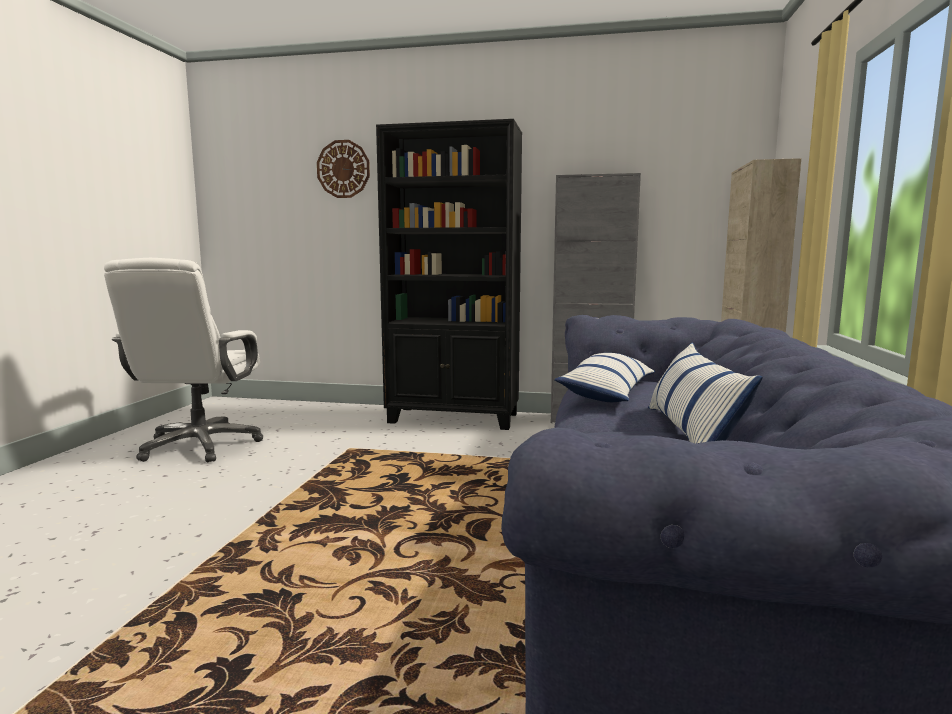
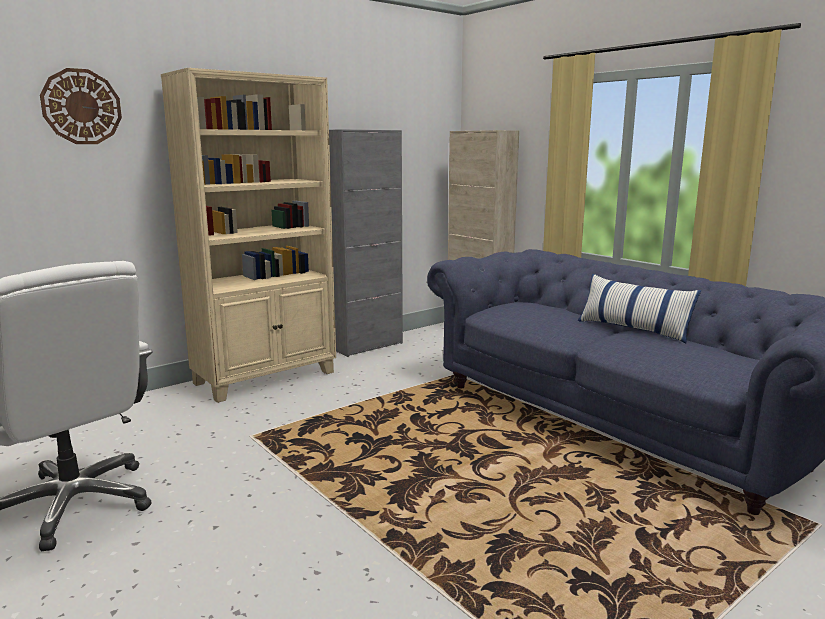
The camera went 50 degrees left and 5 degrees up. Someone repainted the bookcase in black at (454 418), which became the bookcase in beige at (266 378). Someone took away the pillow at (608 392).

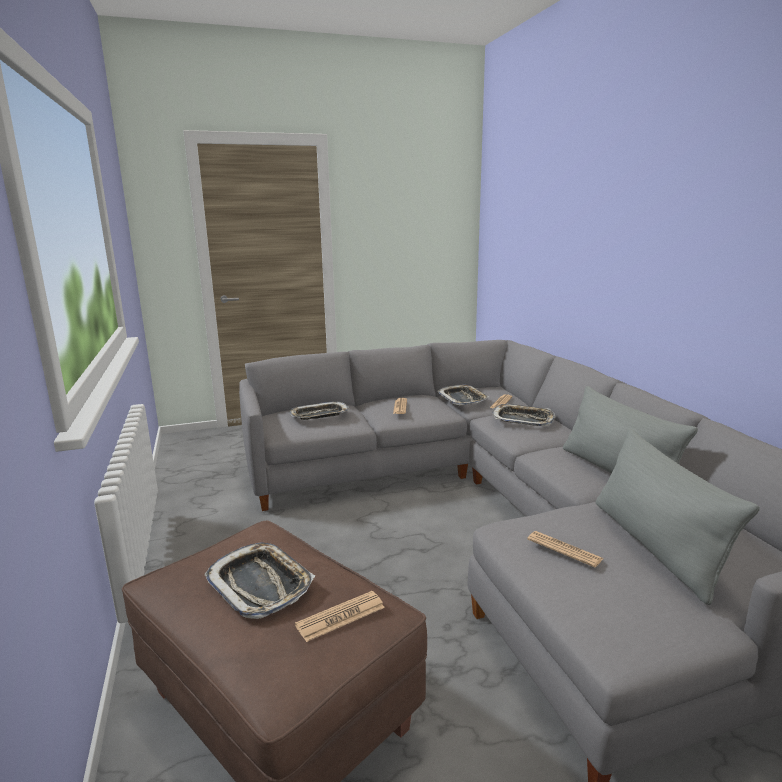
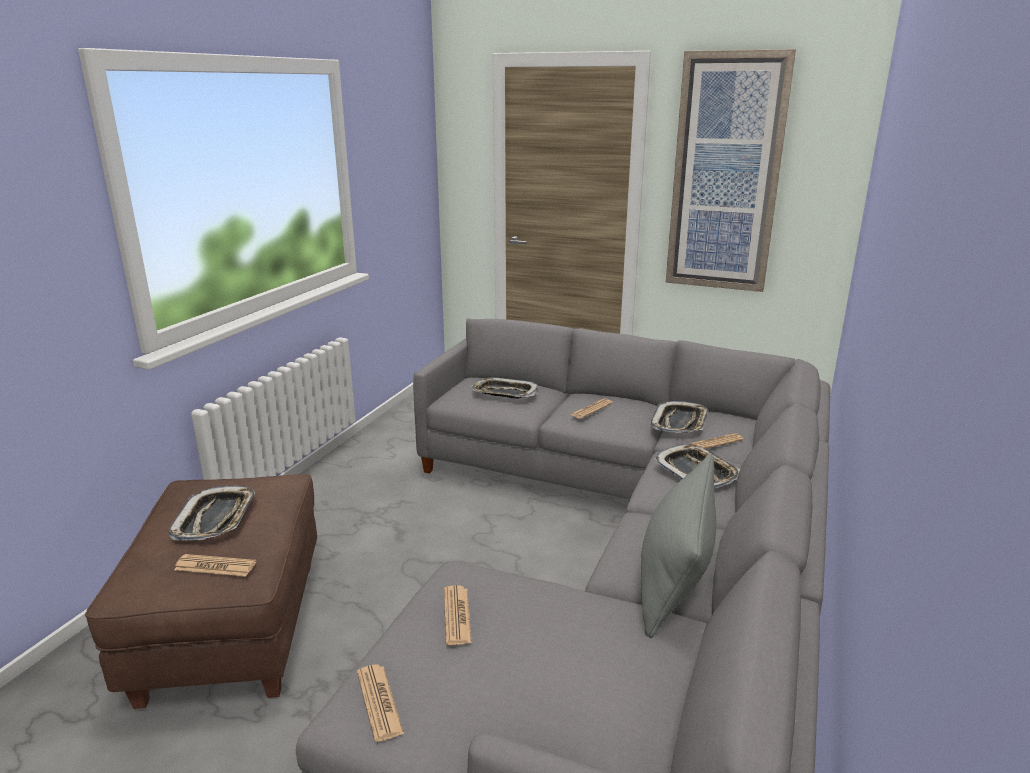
The camera went 40 degrees right and 5 degrees up. Someone took away the pillow in grey at (655 546). Someone put down the newspaper at (379 702). Someone put up the picture at (726 174).

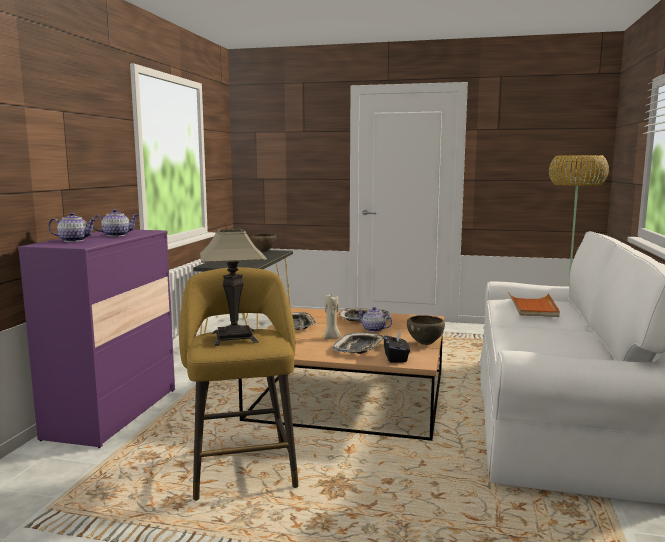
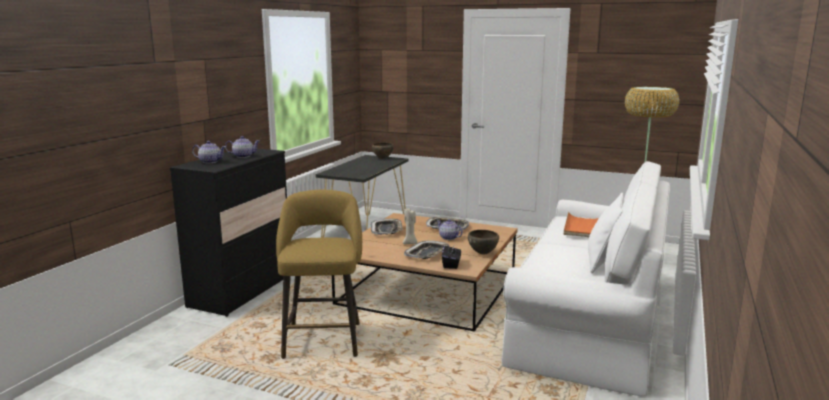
The camera went 10 degrees right and 5 degrees up. Someone repainted the dresser in purple at (113 413), which became the dresser in black at (241 291). Someone took away the table lamp at (234 337). Someone put down the pillow in white at (603 262).

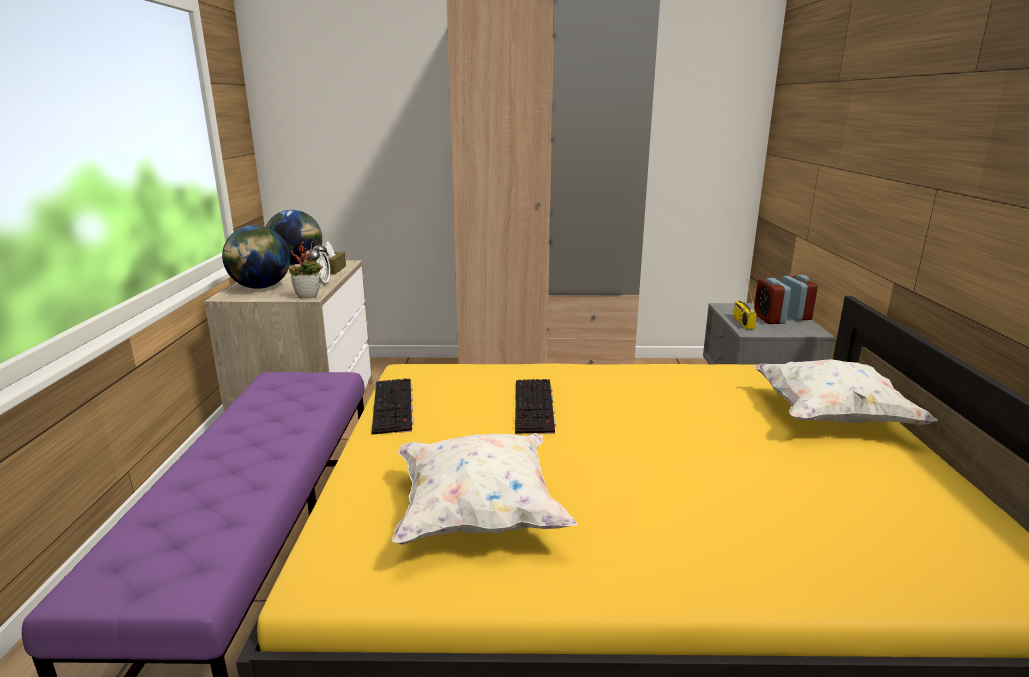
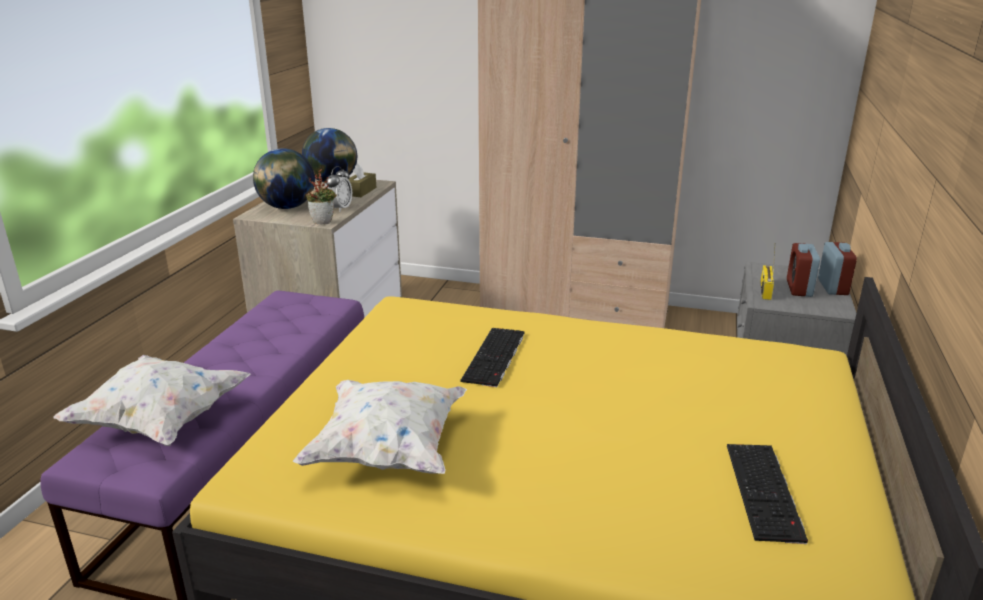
The camera went 15 degrees right and 5 degrees up. Someone carried the keyboard from (394 406) to (766 492). Someone carried the pillow in white from (831 417) to (160 422).

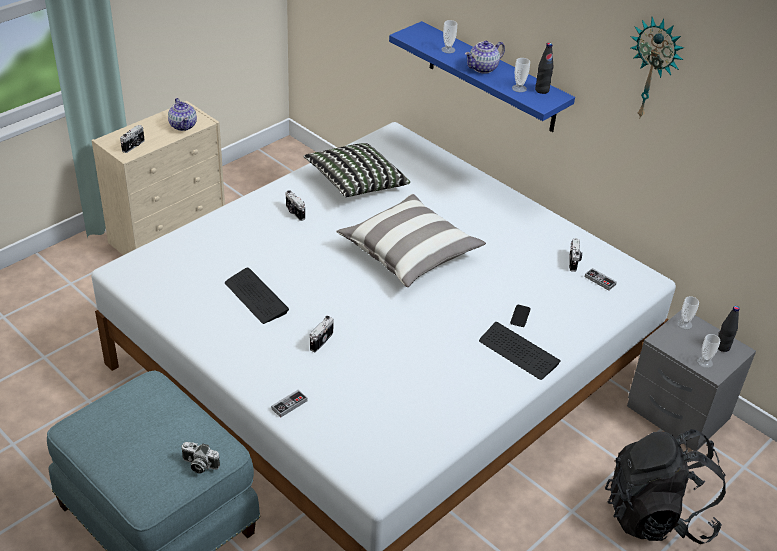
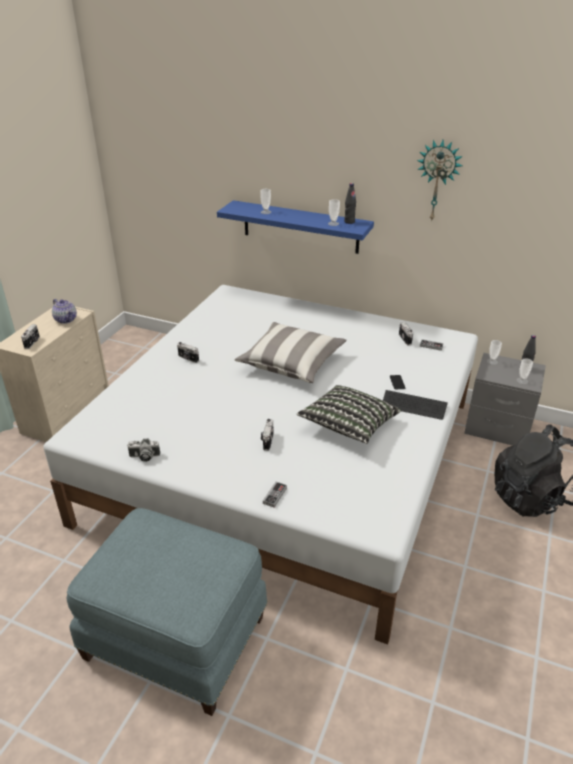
The camera went 20 degrees left and 5 degrees down. Someone carried the photo camera from (199 465) to (144 457). Someone took away the keyboard at (256 297). Someone carried the pillow from (356 183) to (348 426). Someone took away the teapot at (483 68).

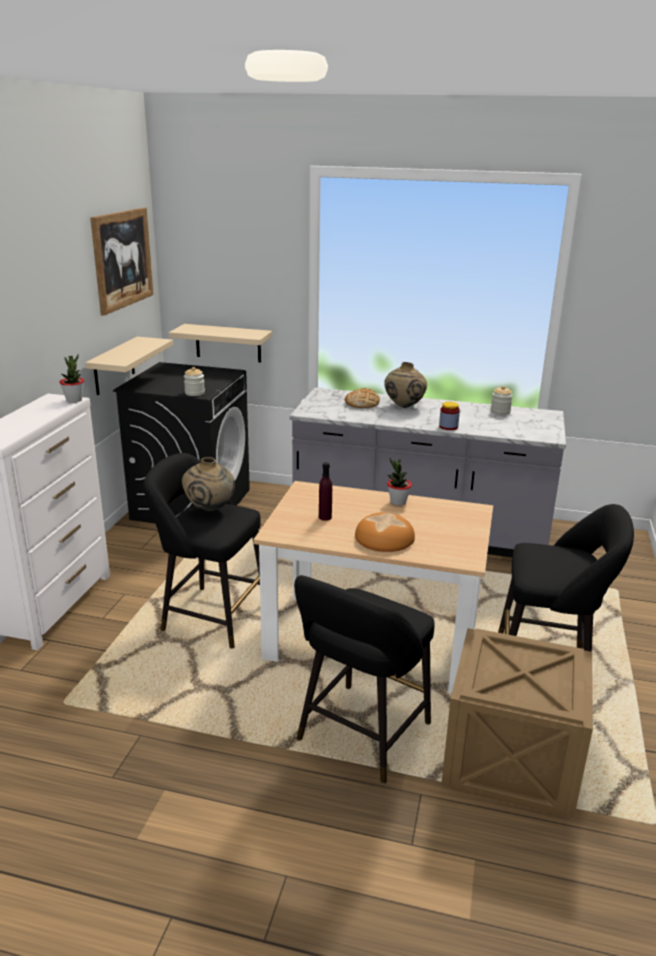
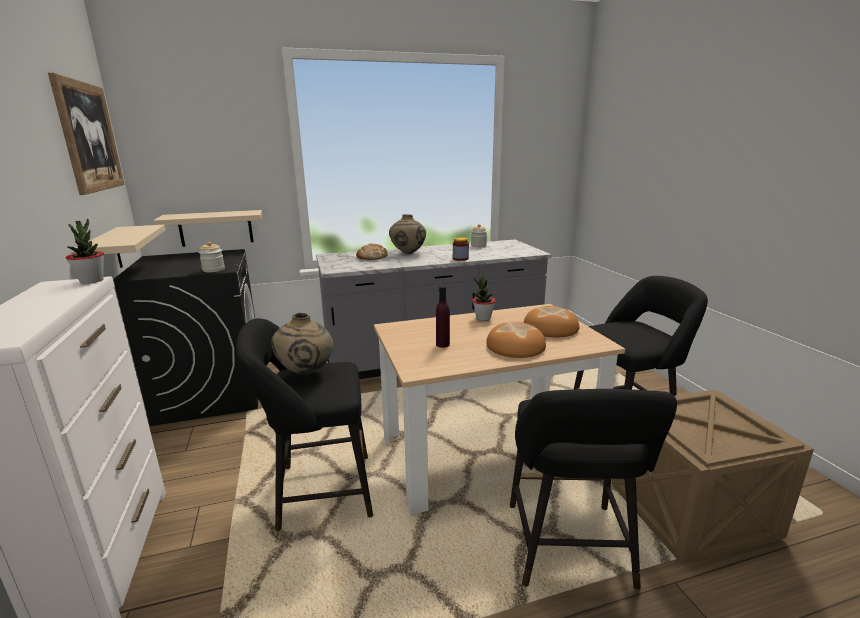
The camera went 30 degrees left and 5 degrees down. Someone put down the bread at (550 328).

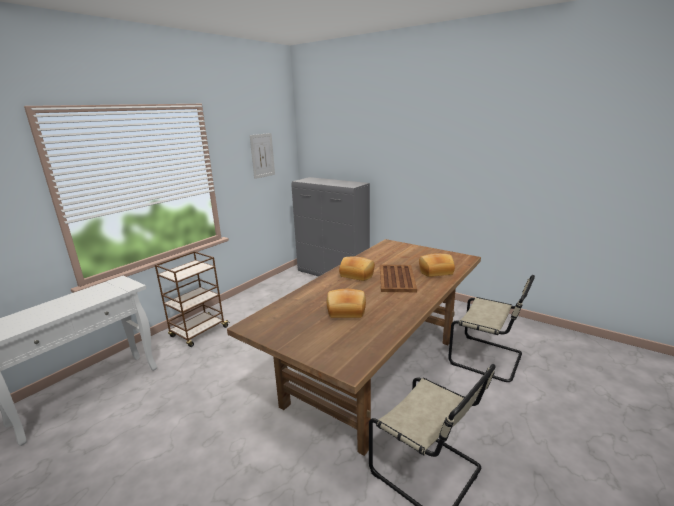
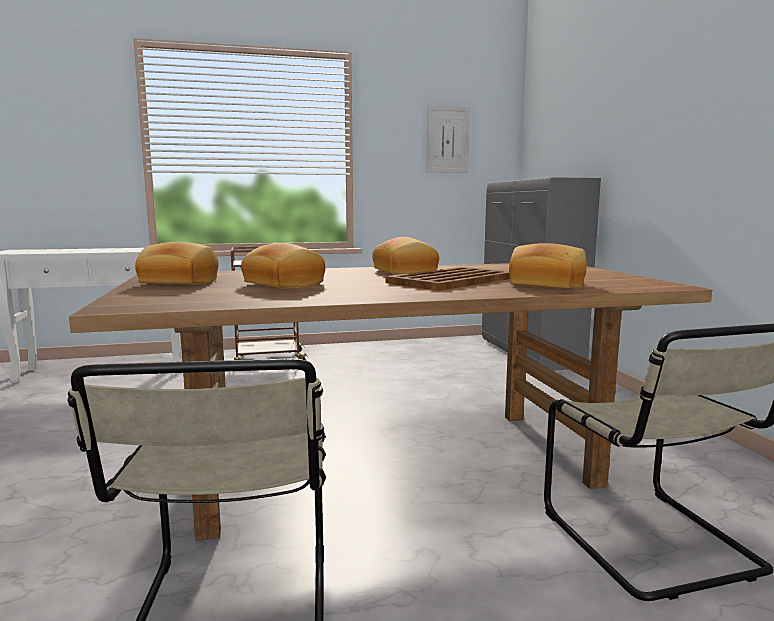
The camera went 40 degrees right and 10 degrees down. Someone put down the bread at (178 282).

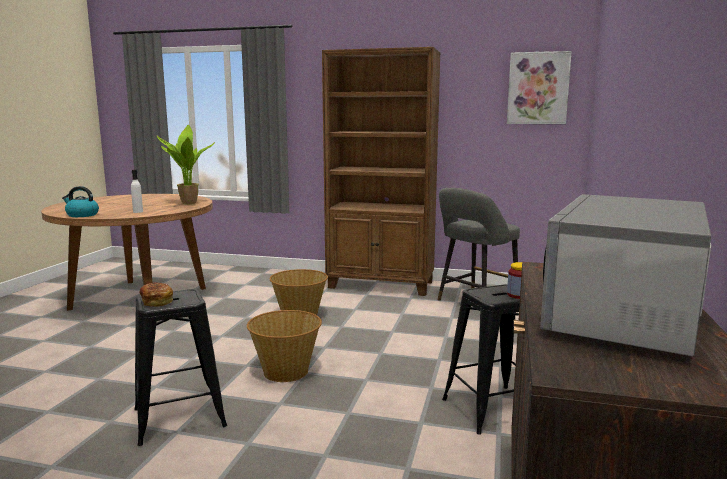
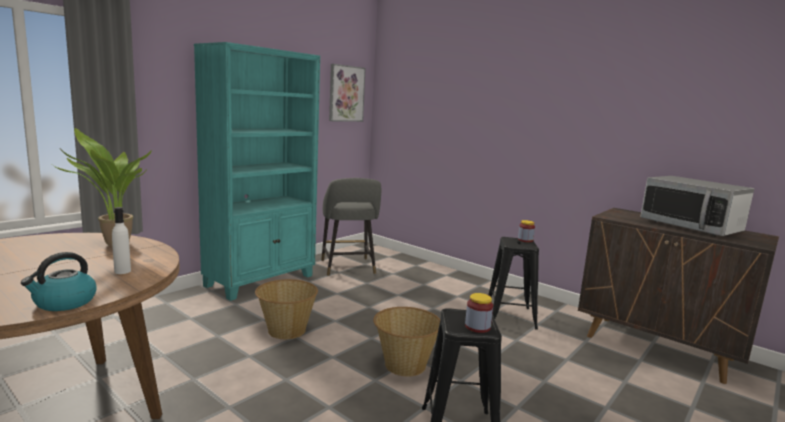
The camera went 65 degrees left and 0 degrees up. Someone swapped the bread at (157 302) for the jar at (477 327). Someone repainted the bookcase in brown at (381 285), which became the bookcase in turquoise at (261 281).

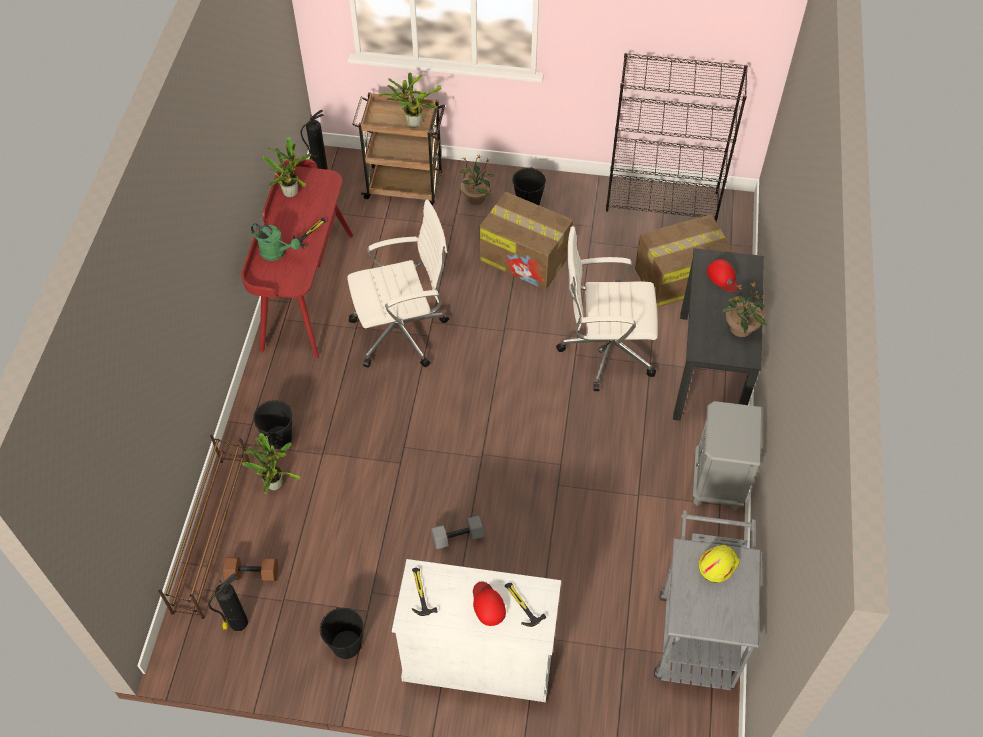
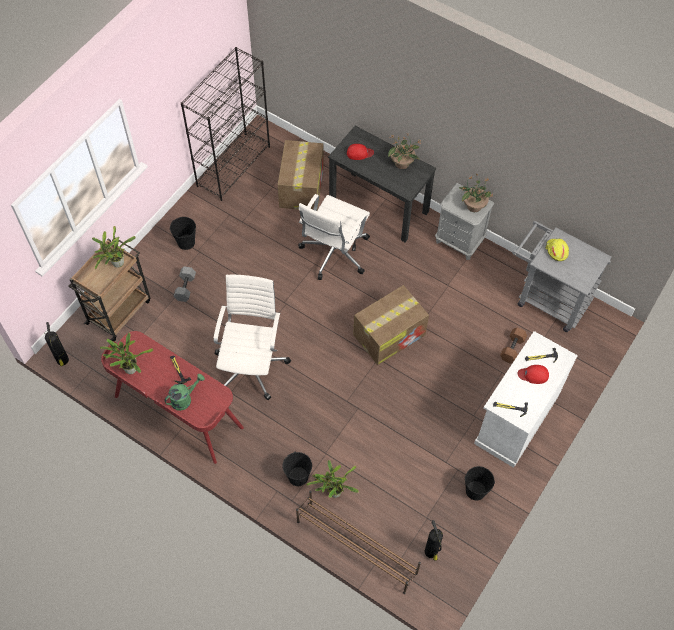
The camera went 65 degrees left and 5 degrees up. Someone carried the dumbbell in brown from (252 574) to (512 349). Someone carried the dumbbell in grey from (458 536) to (185 287). Someone carried the potted plant from (476 197) to (473 206). Someone carried the cardboard box from (526 258) to (390 334).

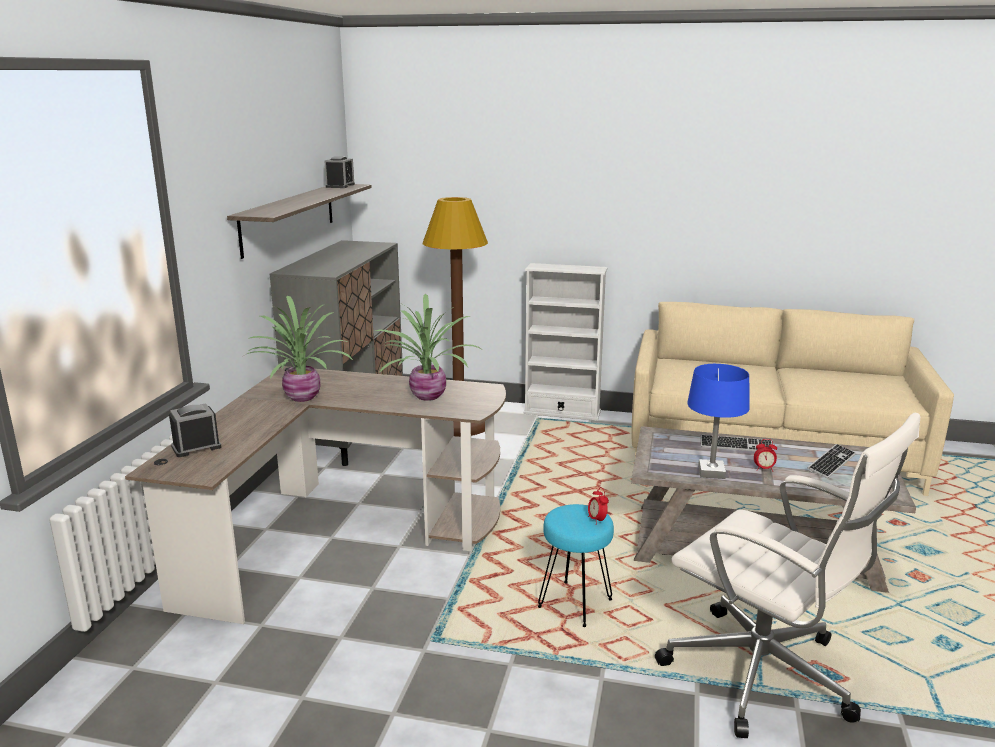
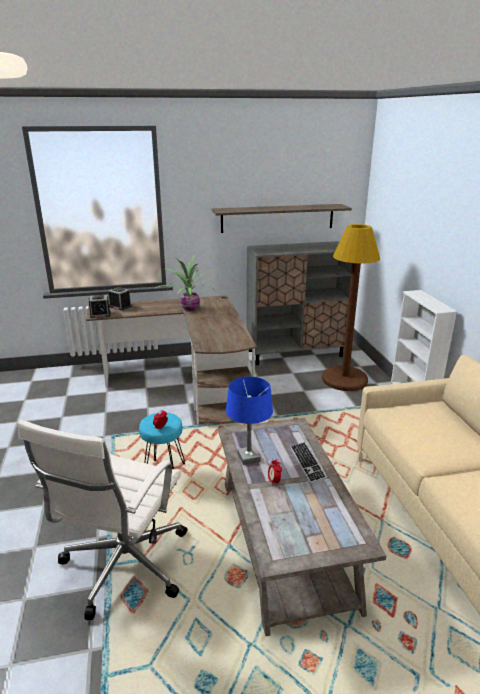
The camera went 65 degrees right and 5 degrees up. Someone carried the alarm clock from (340 186) to (100 314). Someone took away the potted plant at (426 396). Someone took away the keyboard at (831 463).

